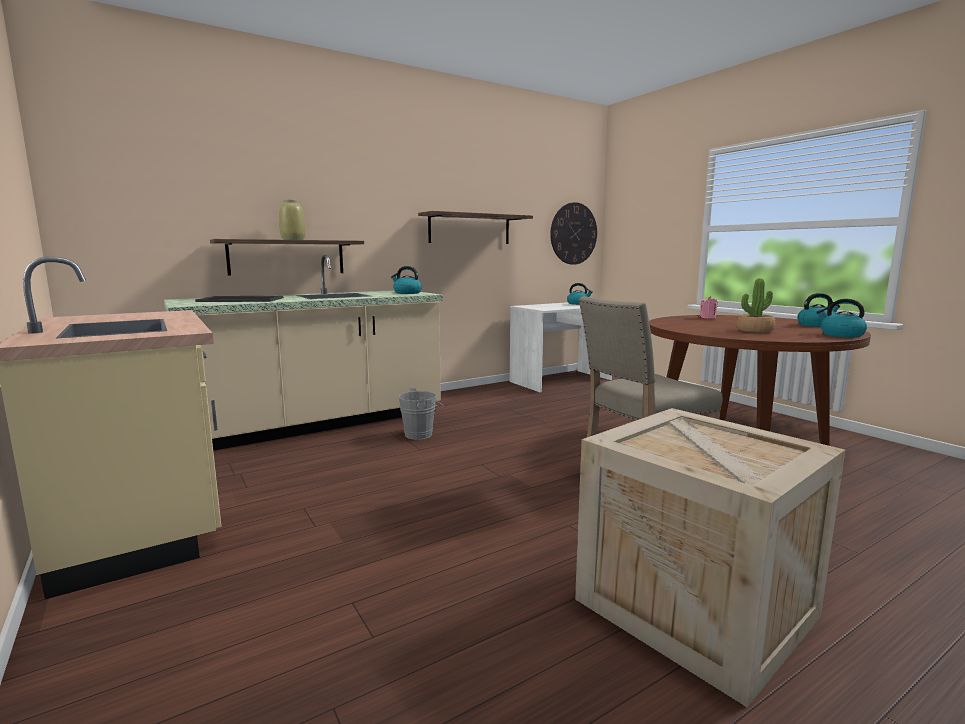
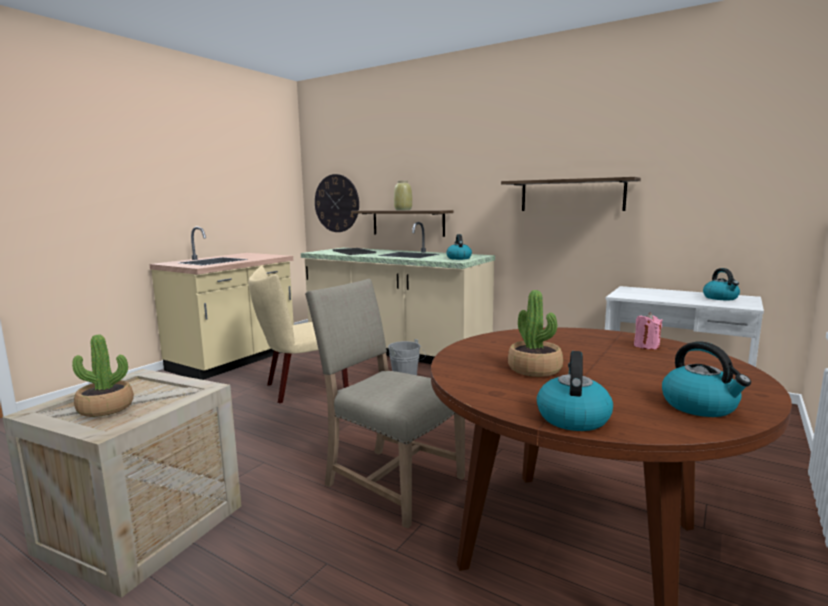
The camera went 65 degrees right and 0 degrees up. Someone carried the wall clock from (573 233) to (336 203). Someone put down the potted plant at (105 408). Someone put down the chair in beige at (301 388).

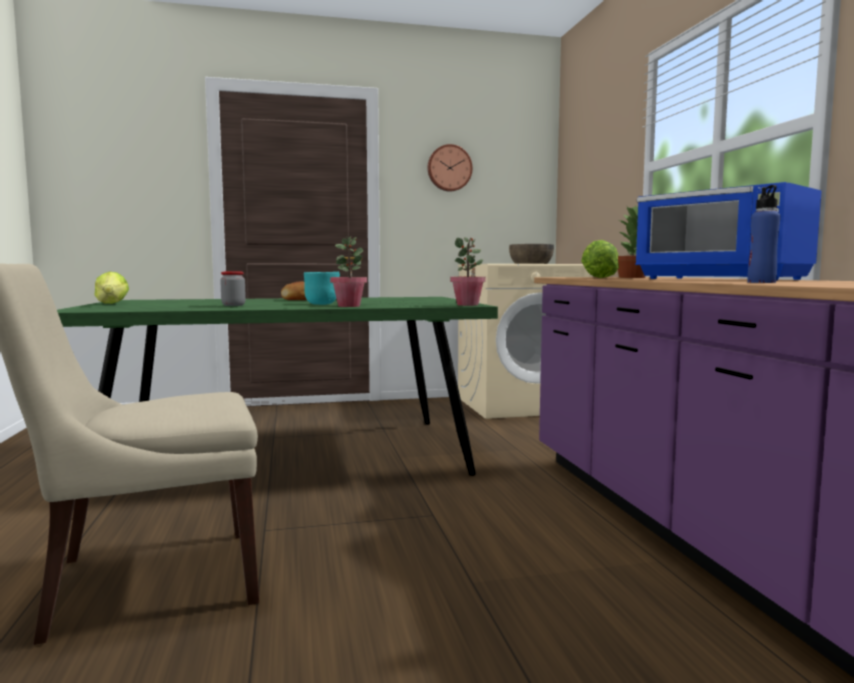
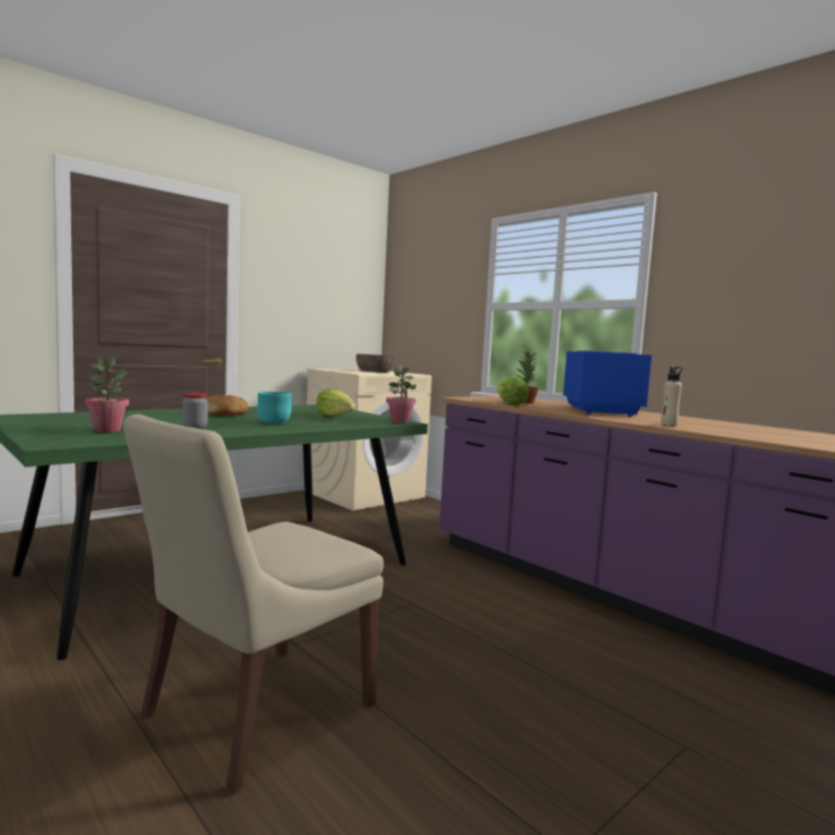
The camera went 30 degrees left and 0 degrees up. Someone carried the lettuce from (112 304) to (334 416). Someone carried the potted plant from (349 306) to (107 430). Someone took away the wall clock at (449 168). Someone rotated the microwave in blue at (722 279) by 105 degrees counterclockwise. Someone repainted the bottle in blue at (761 282), which became the bottle in beige at (669 425).

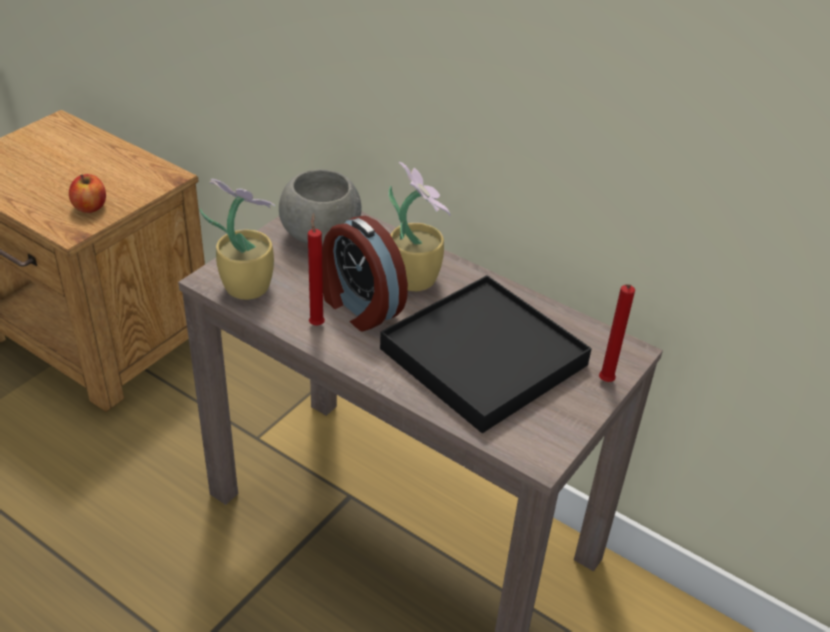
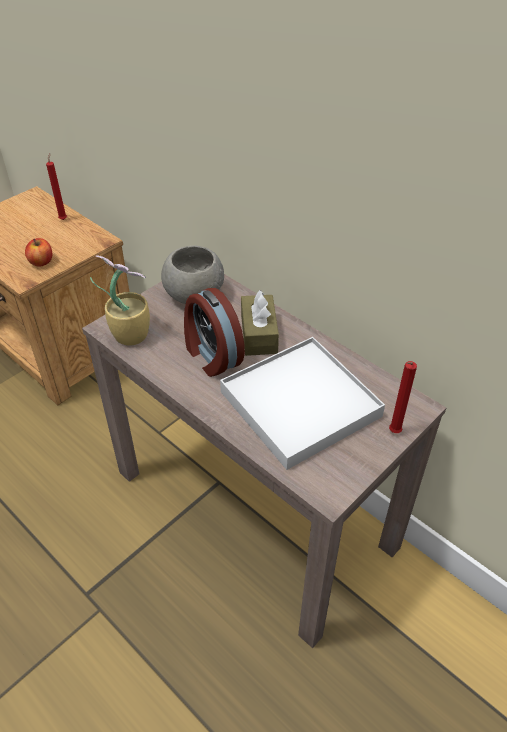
The camera went 10 degrees right and 5 degrees up. Someone carried the candle in red from (316 323) to (63 219). Someone repainted the tray in black at (483 356), which became the tray in white at (300 404). Someone swapped the potted plant at (414 278) for the tissue box in brown at (259 334).

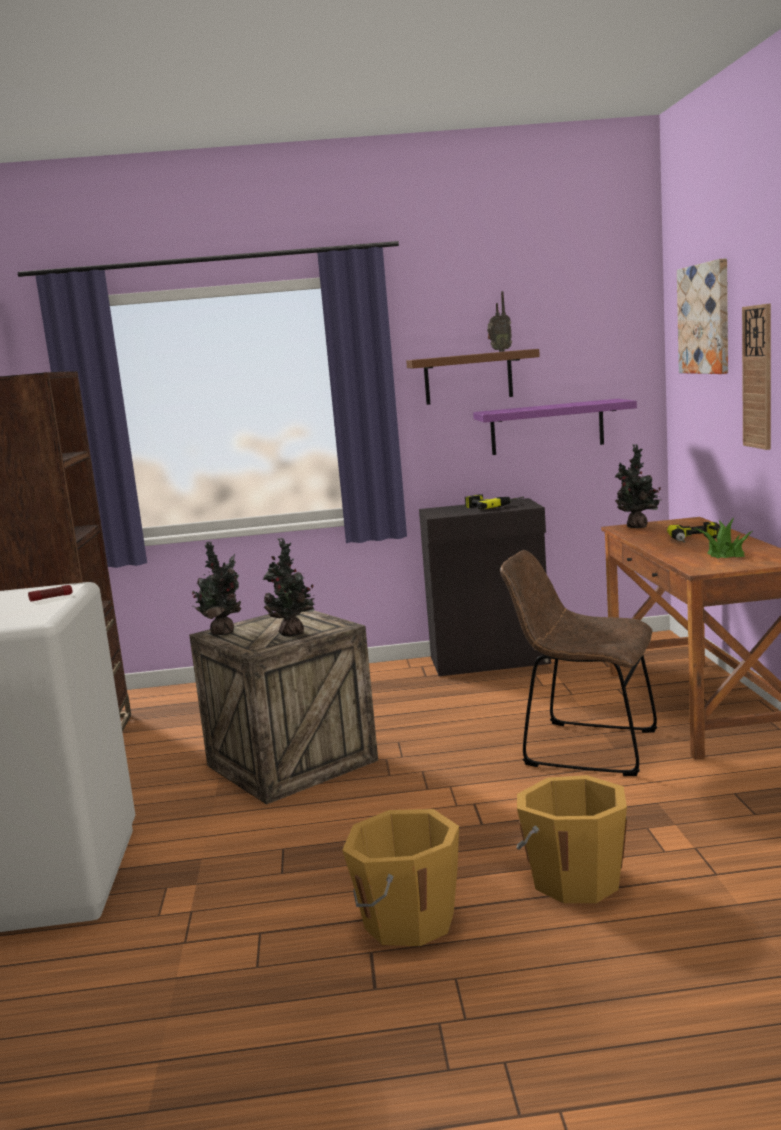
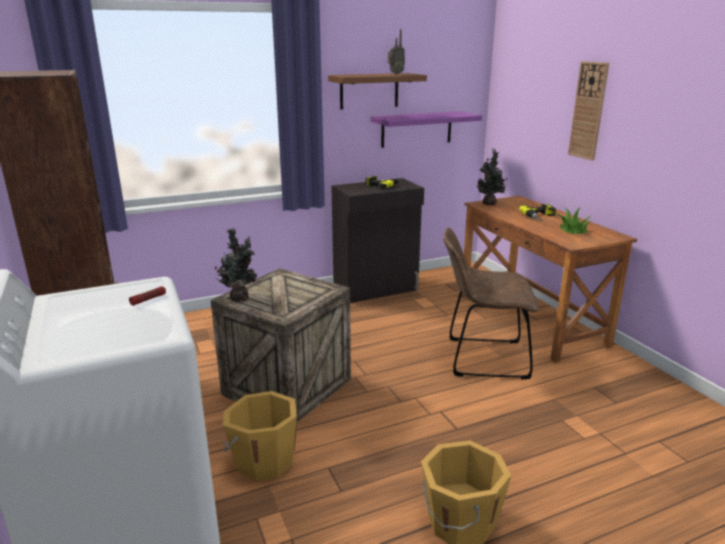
The camera went 20 degrees left and 10 degrees up. Someone took away the potted plant at (293 634). Someone carried the bucket in orange from (574 879) to (264 460). Someone took away the picture at (705 319).

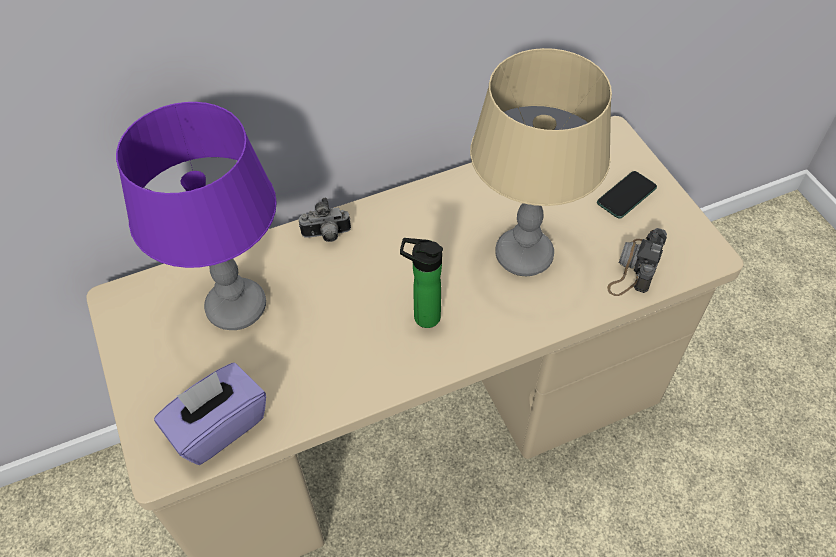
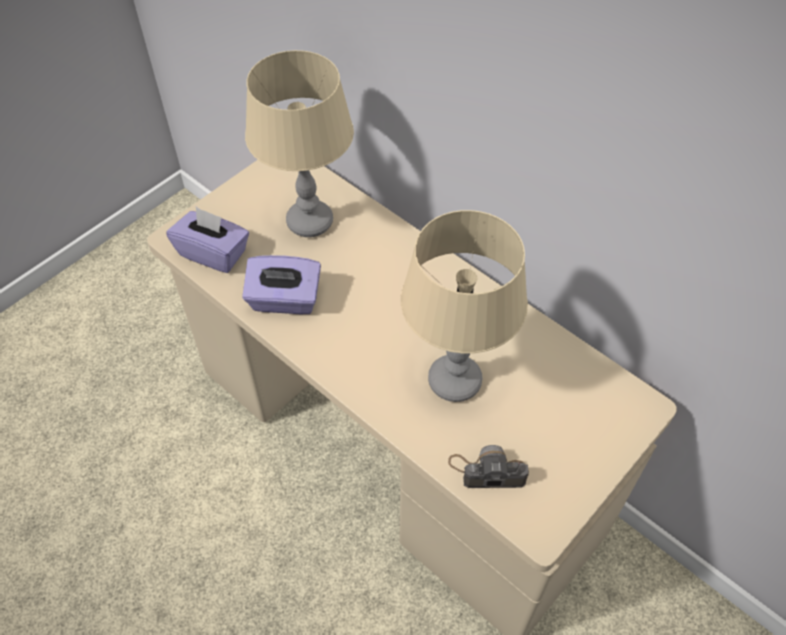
The camera went 65 degrees right and 0 degrees up. Someone repainted the table lamp in purple at (236 308), which became the table lamp in beige at (309 222). Someone took away the photo camera at (326 235). Someone took away the bottle at (422 316). Someone took away the phone at (626 195). Someone put down the tissue box in purple at (284 300).

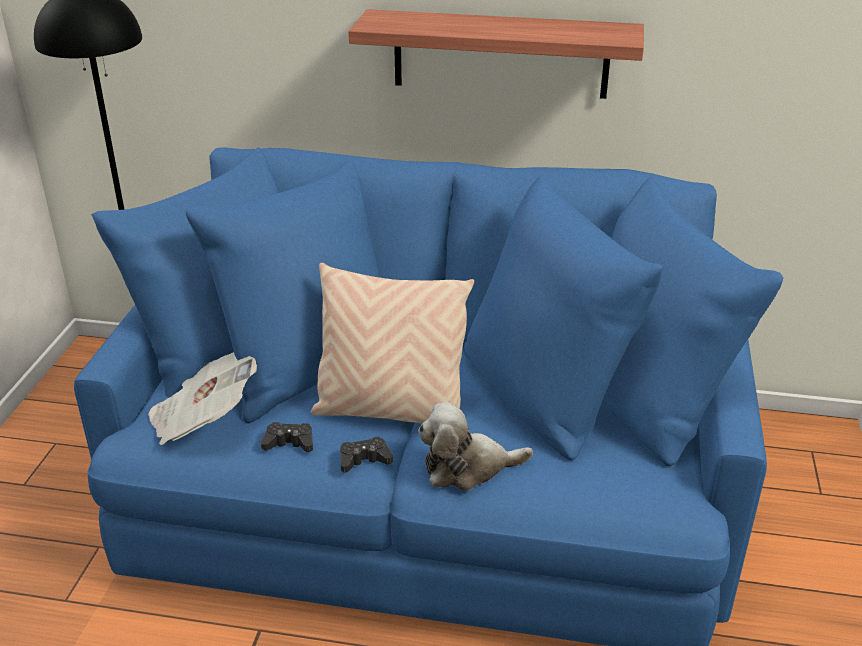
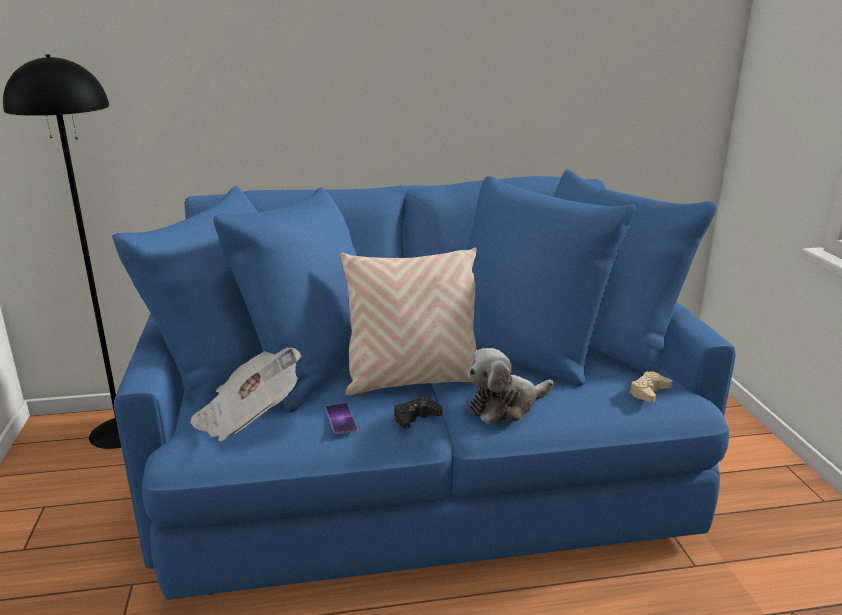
The camera went 20 degrees left and 10 degrees down. Someone swapped the game controller in black at (289 443) for the phone at (341 418). Someone took away the shelf at (500 54). Someone put down the game controller in beige at (649 392).

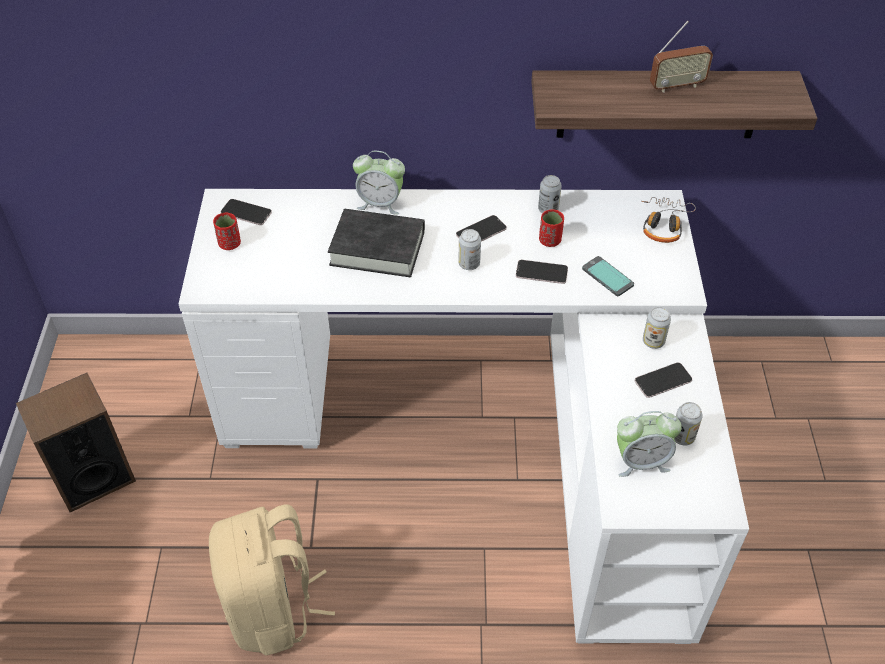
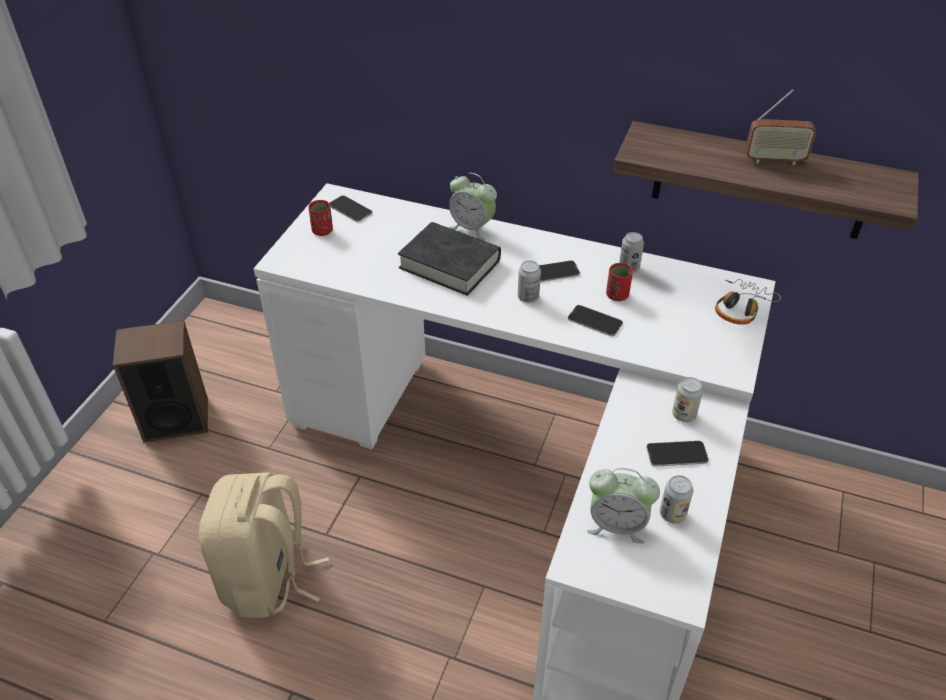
The camera went 20 degrees right and 5 degrees down. Someone took away the phone at (607 277).

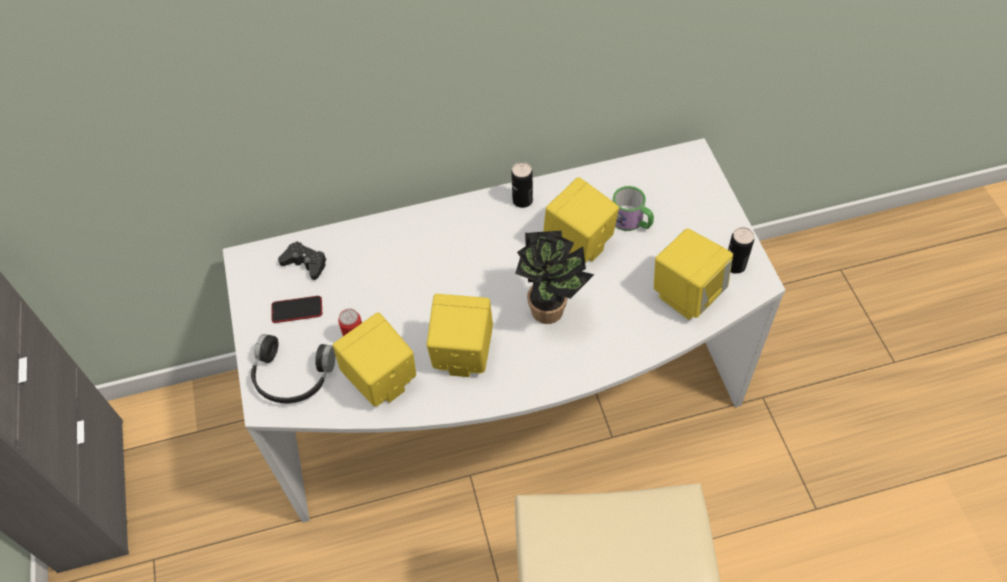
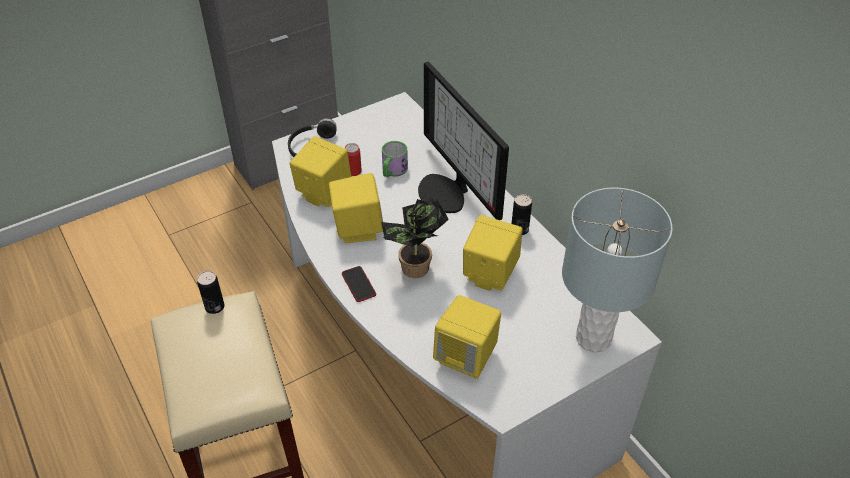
The camera went 70 degrees right and 10 degrees down. Someone carried the phone from (297 310) to (358 284). Someone took away the game controller in black at (305 263). Someone carried the mug from (632 221) to (392 171). Someone carried the can from (734 265) to (214 307). Someone put down the monitor at (448 192). Someone put down the table lamp in grey at (593 338).

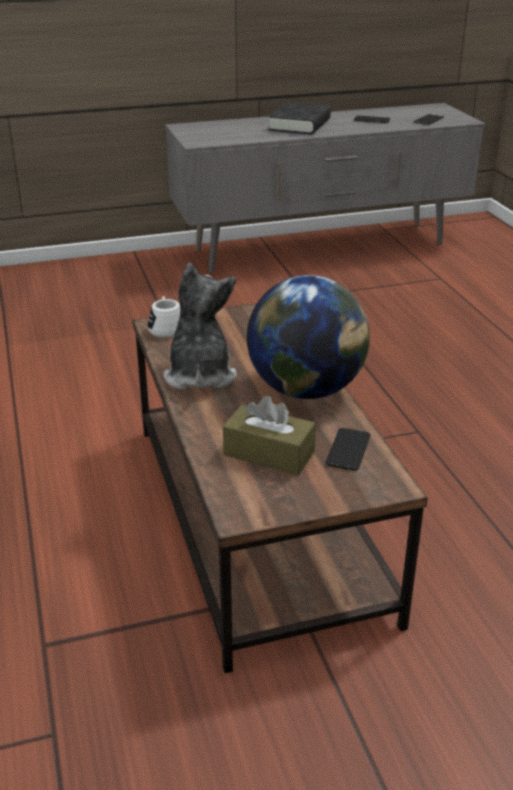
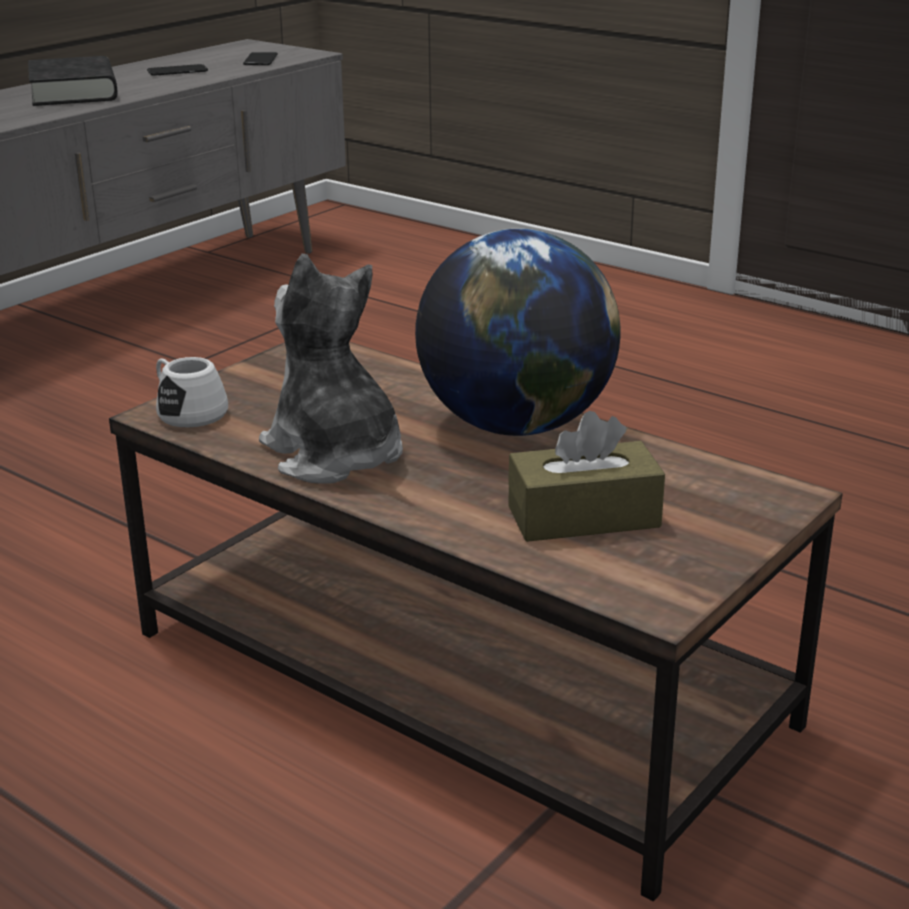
The camera went 35 degrees left and 5 degrees down. Someone took away the phone at (348 450).

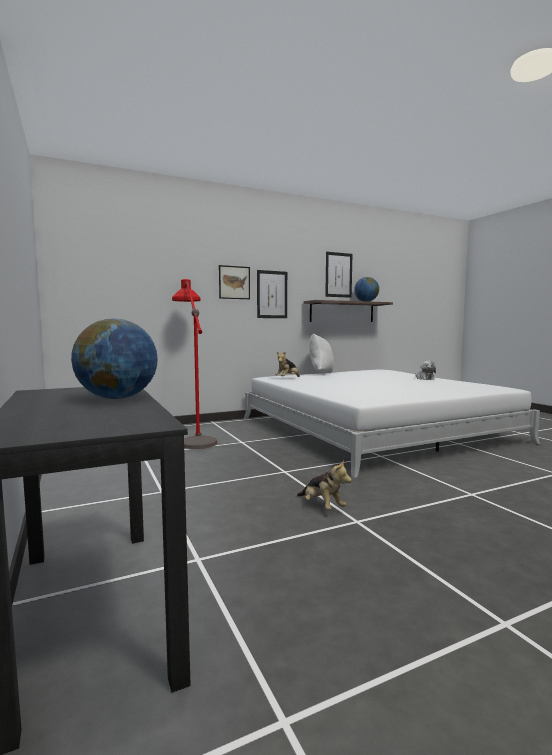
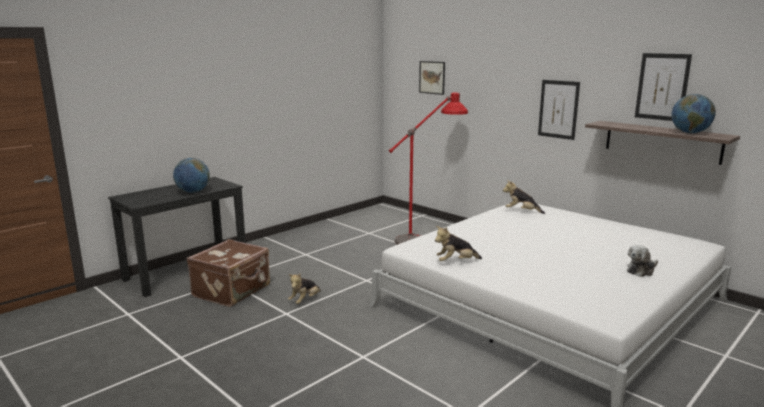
The camera went 70 degrees right and 10 degrees up. Someone carried the picture from (234 282) to (432 77). Someone took away the pillow in white at (320 373). Someone put down the suitcase in brown at (233 291). Someone put down the plush toy at (456 262).

